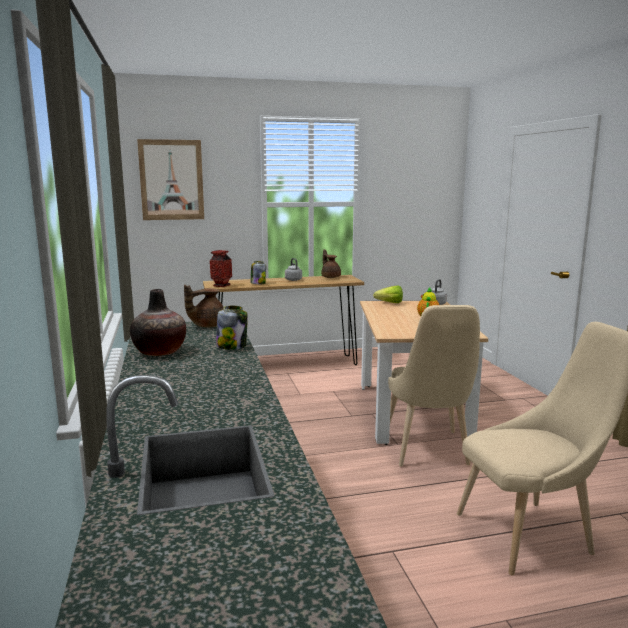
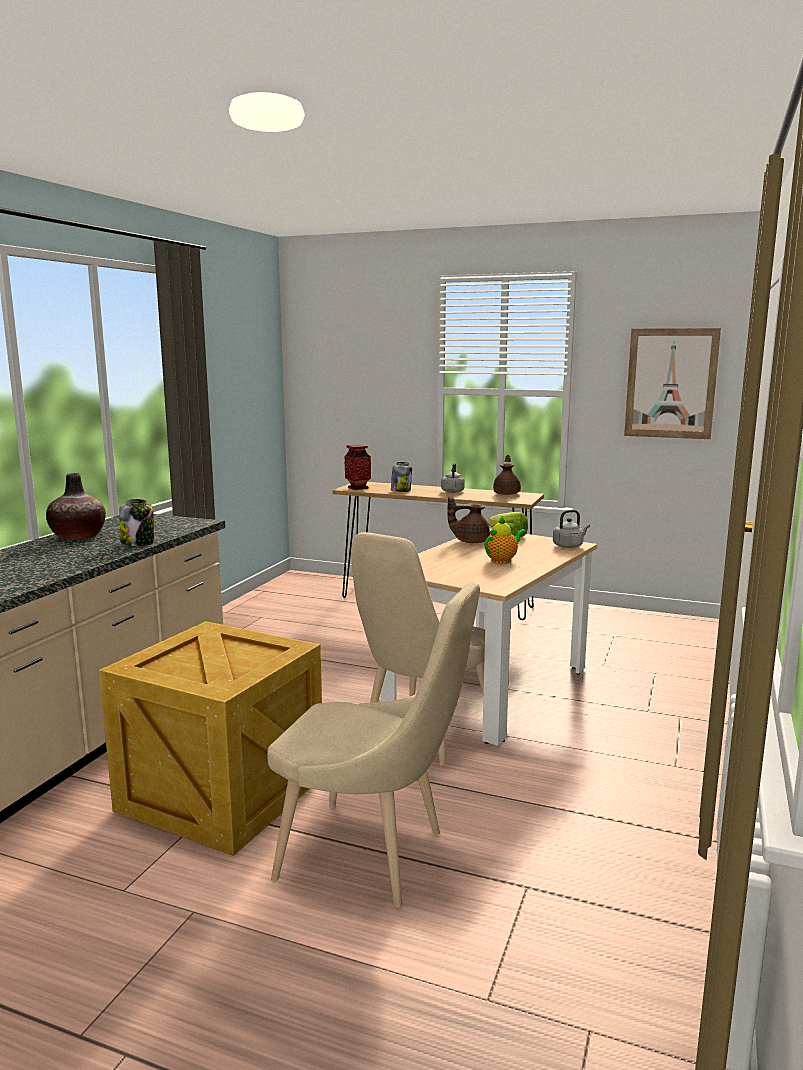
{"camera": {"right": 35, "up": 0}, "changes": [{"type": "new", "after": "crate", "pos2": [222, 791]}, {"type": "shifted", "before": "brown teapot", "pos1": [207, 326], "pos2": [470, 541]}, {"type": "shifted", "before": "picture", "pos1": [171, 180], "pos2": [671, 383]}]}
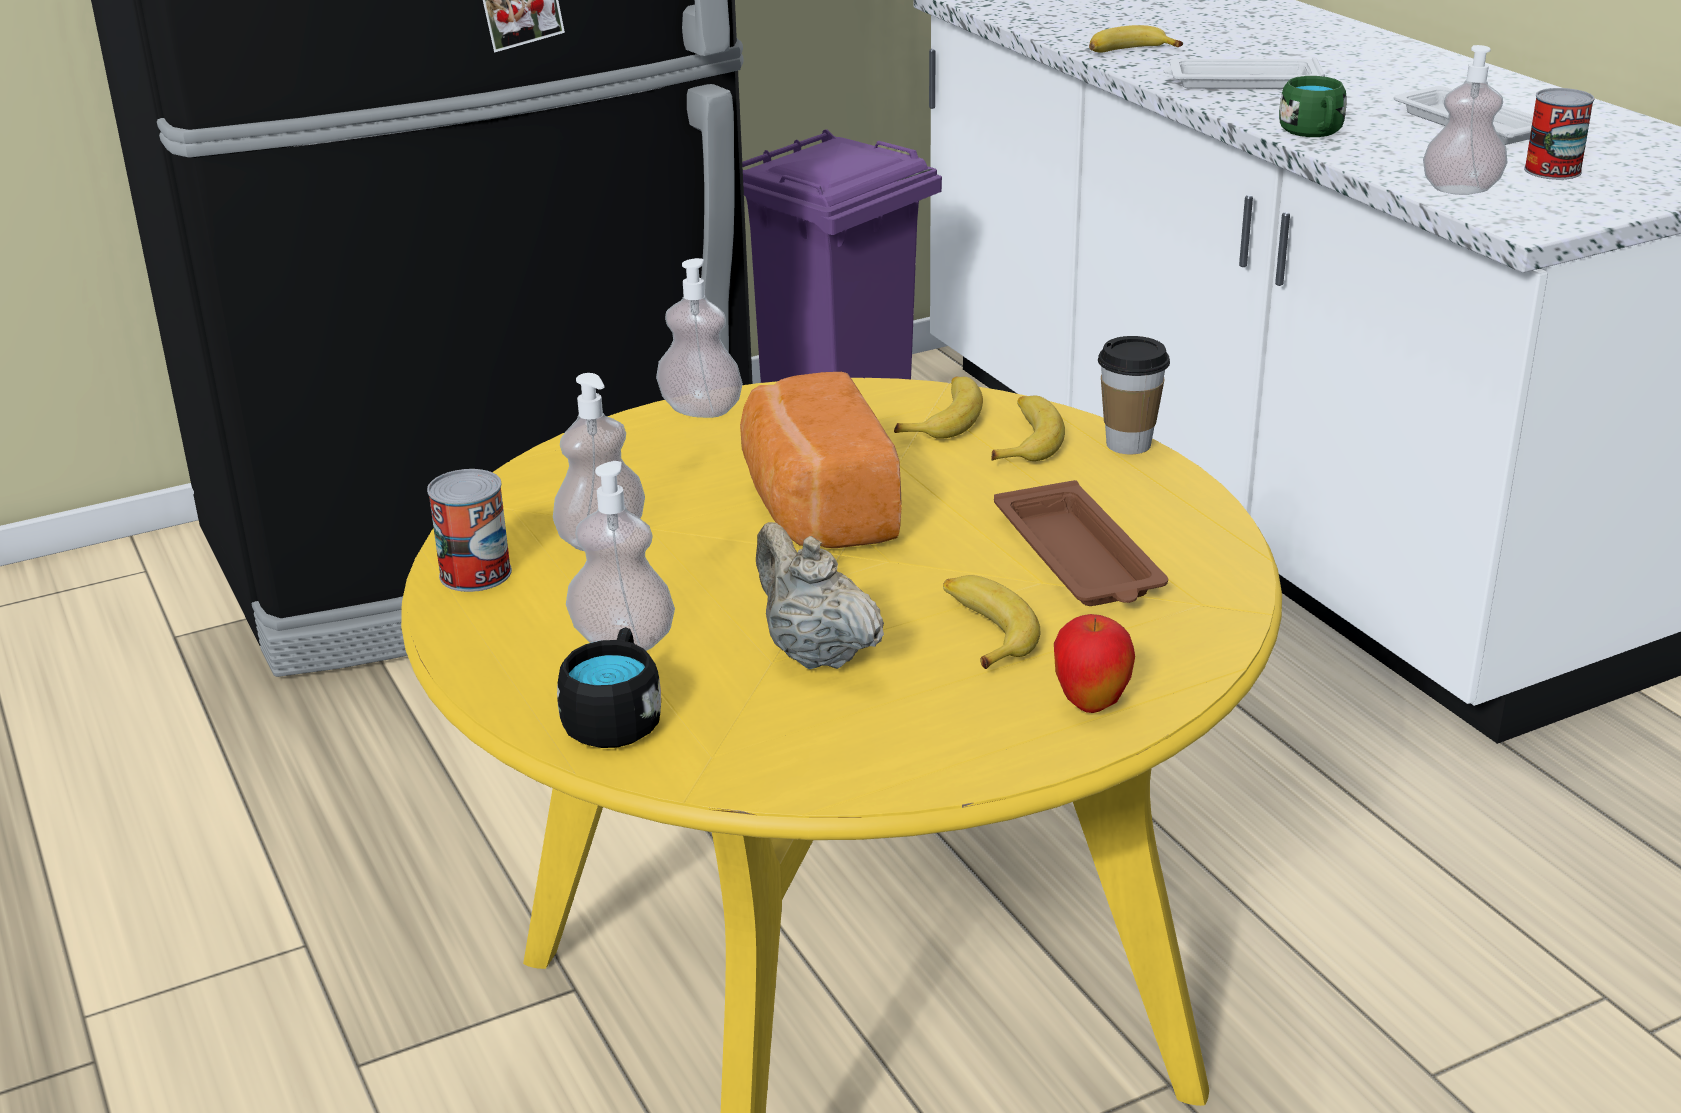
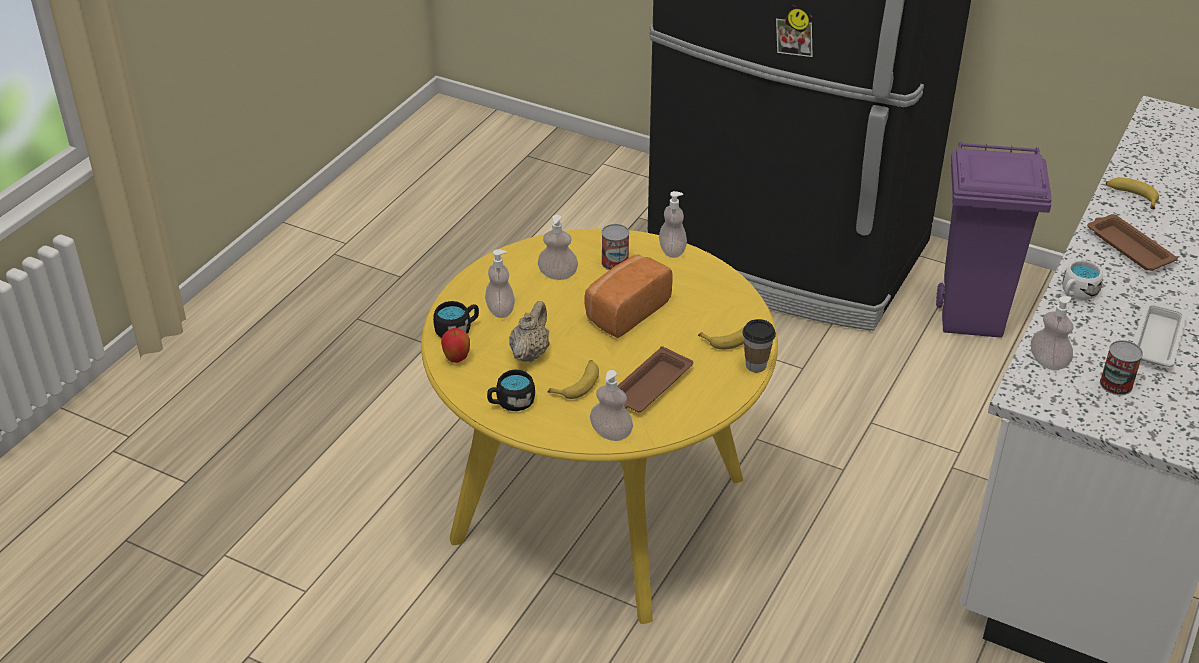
{"camera": {"right": 55, "up": 10}, "changes": [{"type": "shifted", "before": "apple", "pos1": [1091, 704], "pos2": [457, 359]}, {"type": "new", "after": "black mug", "pos2": [511, 403]}, {"type": "new", "after": "soap dispenser", "pos2": [611, 433]}, {"type": "shifted", "before": "can", "pos1": [475, 573], "pos2": [615, 263]}, {"type": "repainted", "before": "green mug", "after": "white mug", "pos1": [1313, 133], "pos2": [1076, 293]}, {"type": "repainted", "before": "white tray", "after": "brown tray", "pos1": [1241, 82], "pos2": [1128, 247]}, {"type": "gone", "before": "banana", "pos1": [944, 418]}]}
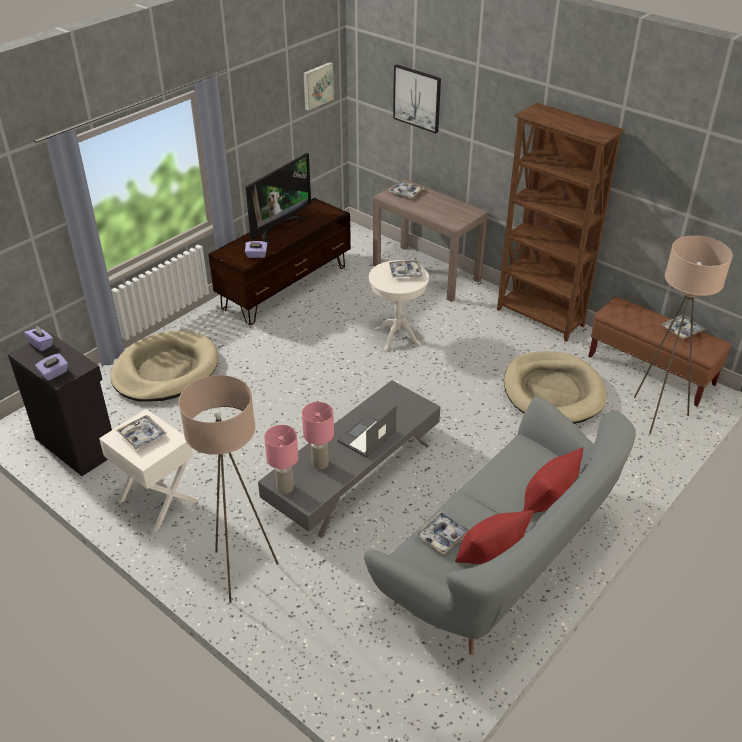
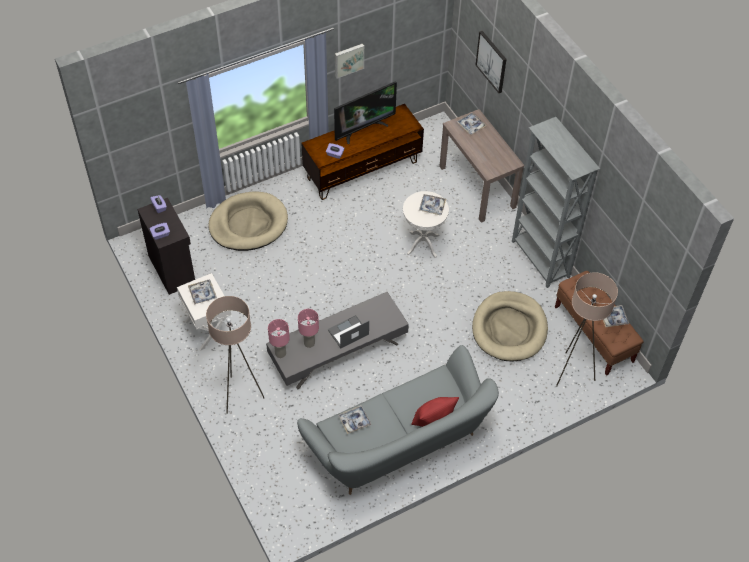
{"camera": {"right": 20, "up": 15}, "changes": [{"type": "shifted", "before": "picture", "pos1": [317, 85], "pos2": [348, 60]}, {"type": "repainted", "before": "brown bookcase", "after": "grey bookcase", "pos1": [540, 318], "pos2": [540, 260]}, {"type": "gone", "before": "red pillow", "pos1": [489, 556]}]}
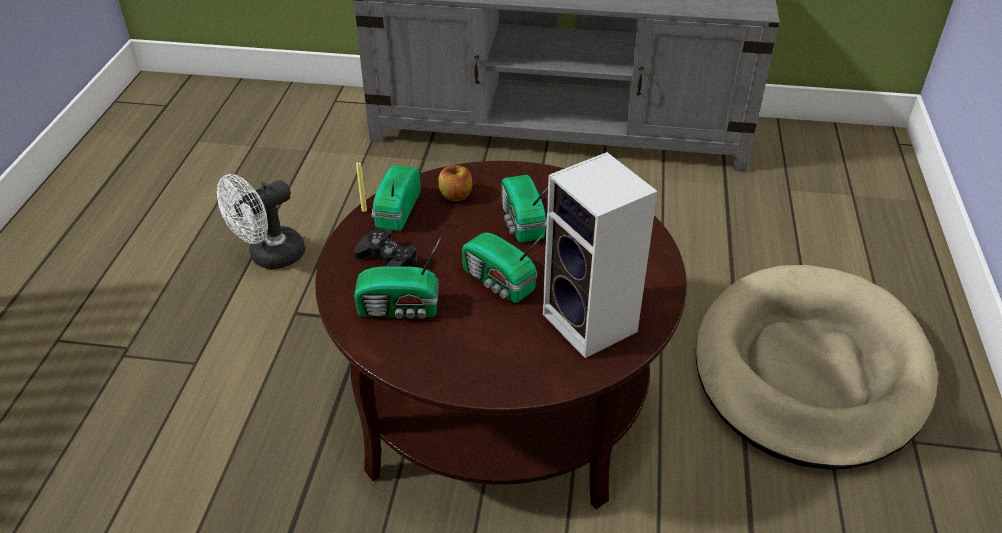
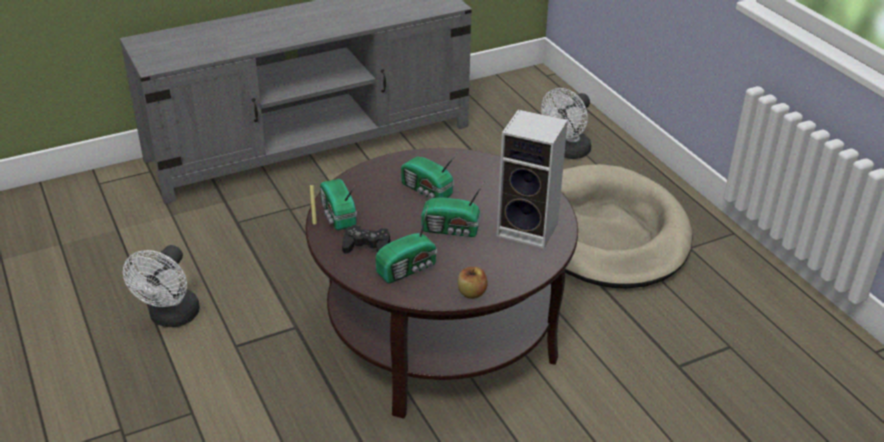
{"camera": {"right": -35, "up": -5}, "changes": [{"type": "shifted", "before": "apple", "pos1": [456, 195], "pos2": [472, 293]}, {"type": "new", "after": "white fan", "pos2": [567, 152]}]}
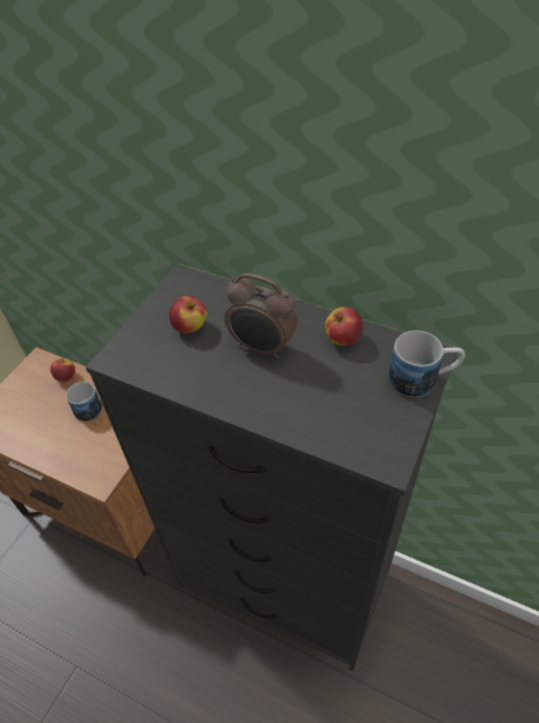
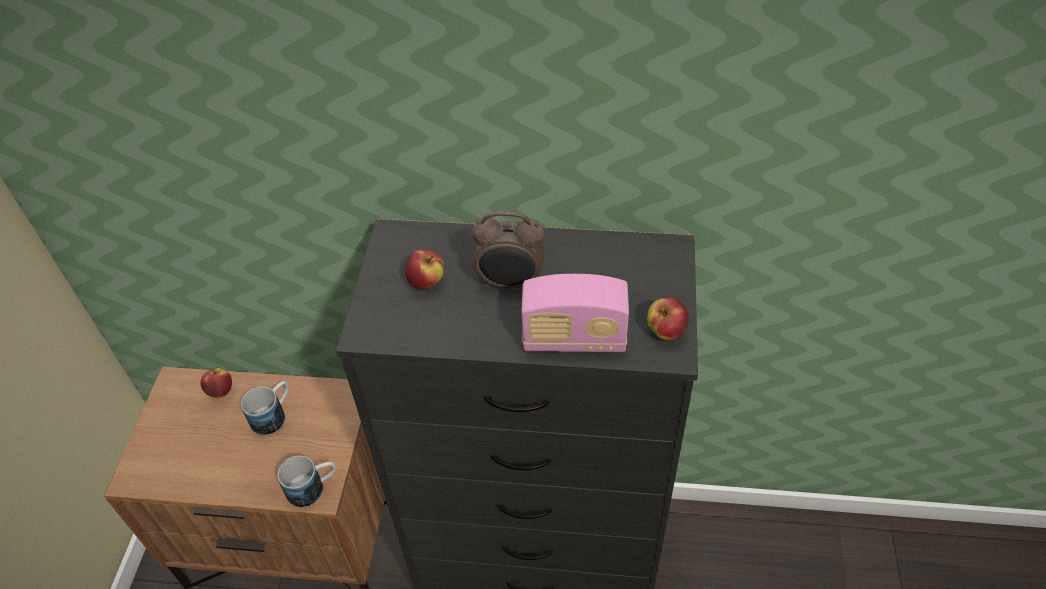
{"camera": {"right": -20, "up": 0}, "changes": [{"type": "shifted", "before": "mug", "pos1": [422, 379], "pos2": [313, 488]}, {"type": "new", "after": "radio", "pos2": [574, 339]}, {"type": "shifted", "before": "apple", "pos1": [343, 339], "pos2": [666, 331]}]}
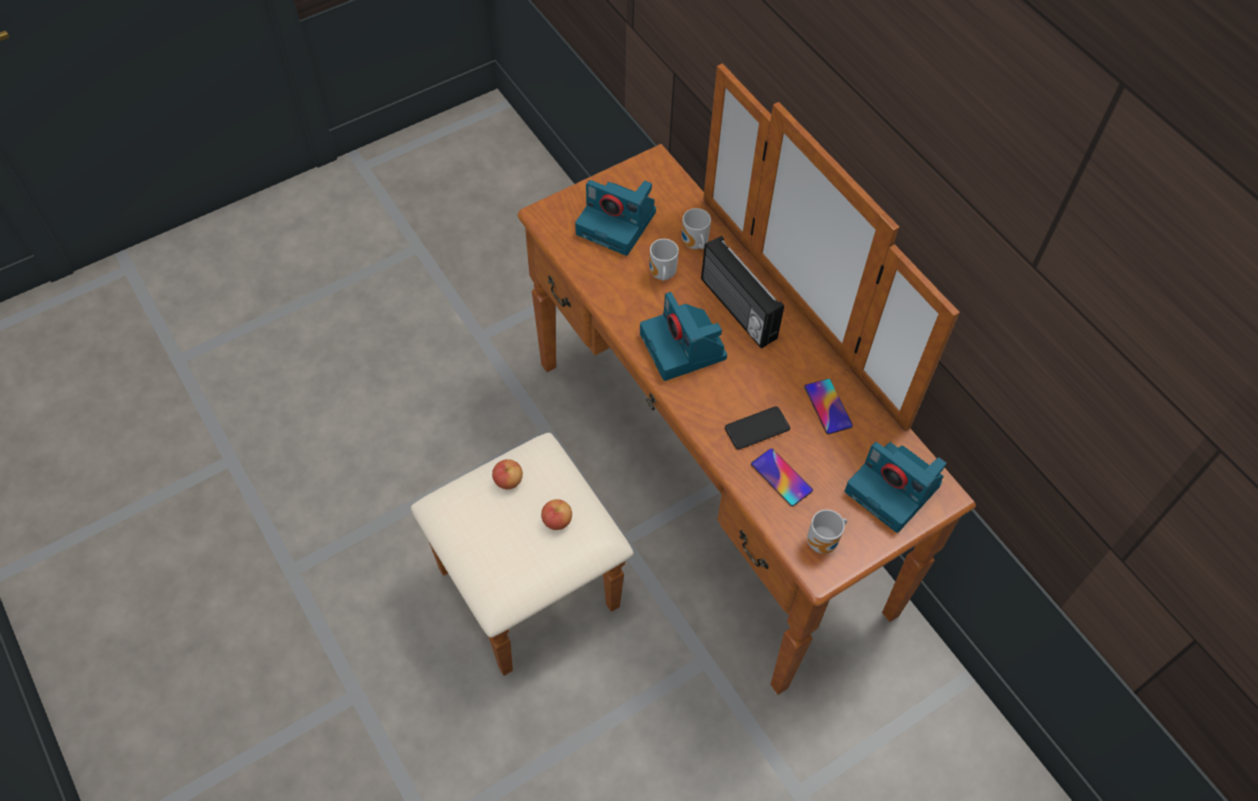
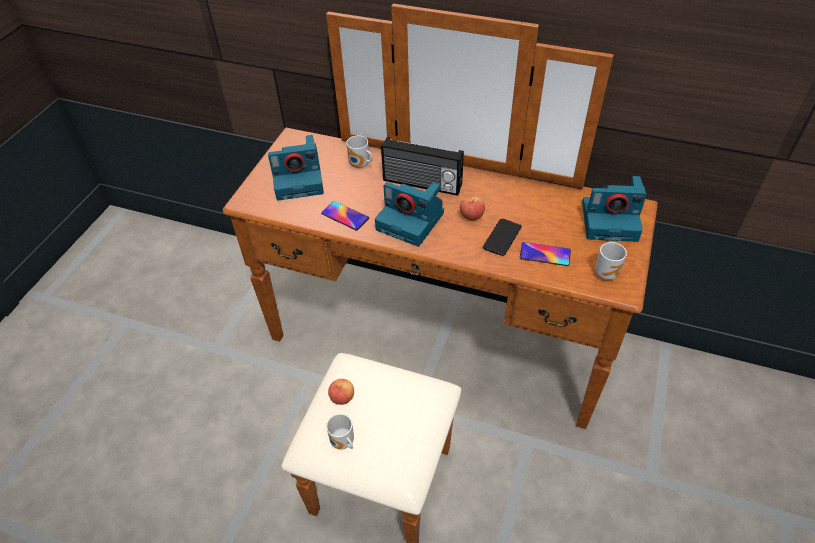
{"camera": {"right": -35, "up": -10}, "changes": [{"type": "shifted", "before": "phone", "pos1": [828, 406], "pos2": [345, 216]}, {"type": "shifted", "before": "mug", "pos1": [661, 275], "pos2": [342, 443]}, {"type": "shifted", "before": "apple", "pos1": [557, 520], "pos2": [471, 216]}]}
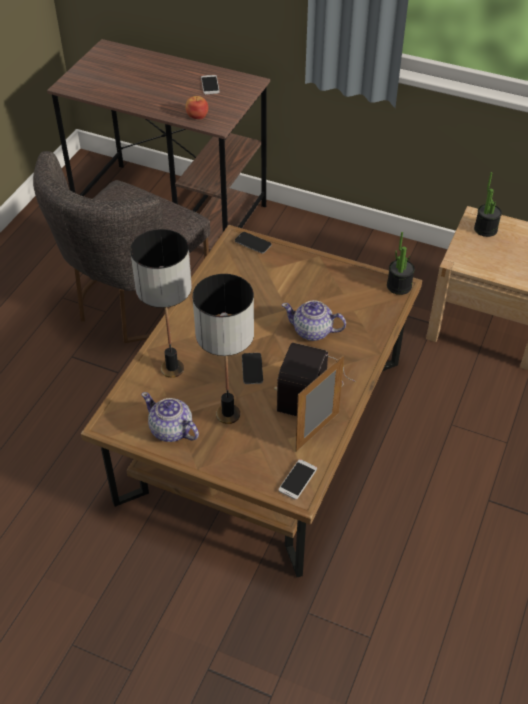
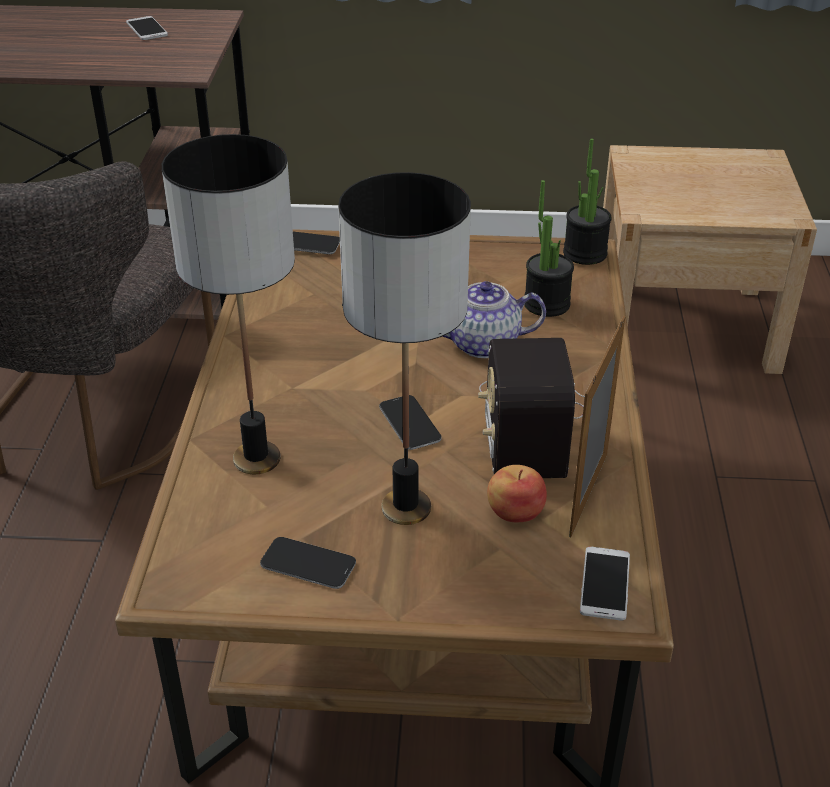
{"camera": {"right": -20, "up": -10}, "changes": [{"type": "swapped", "before": "teapot", "after": "phone", "pos1": [171, 430], "pos2": [308, 564]}, {"type": "shifted", "before": "apple", "pos1": [197, 115], "pos2": [515, 511]}, {"type": "shifted", "before": "potted plant", "pos1": [485, 229], "pos2": [546, 304]}]}
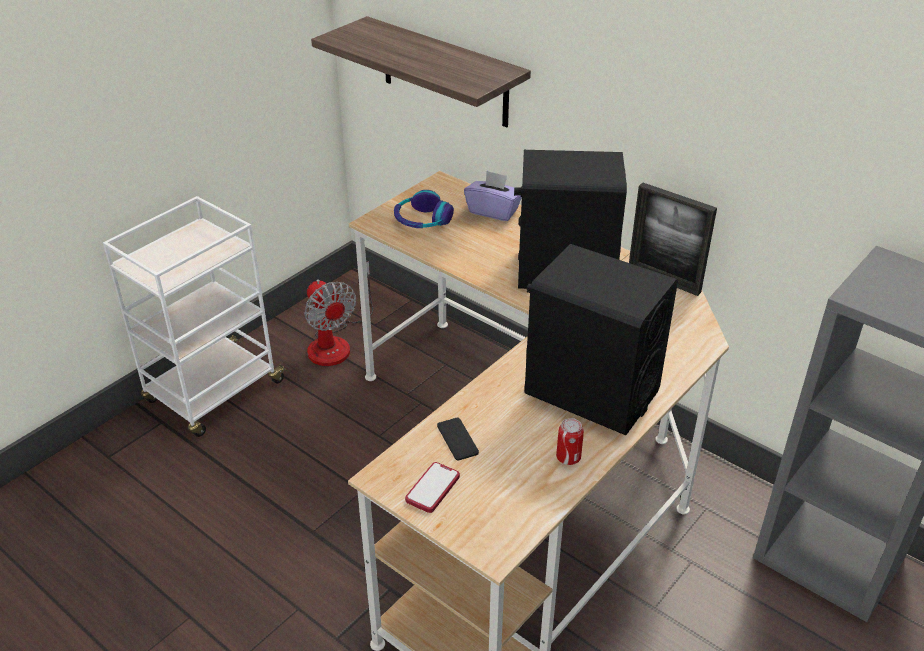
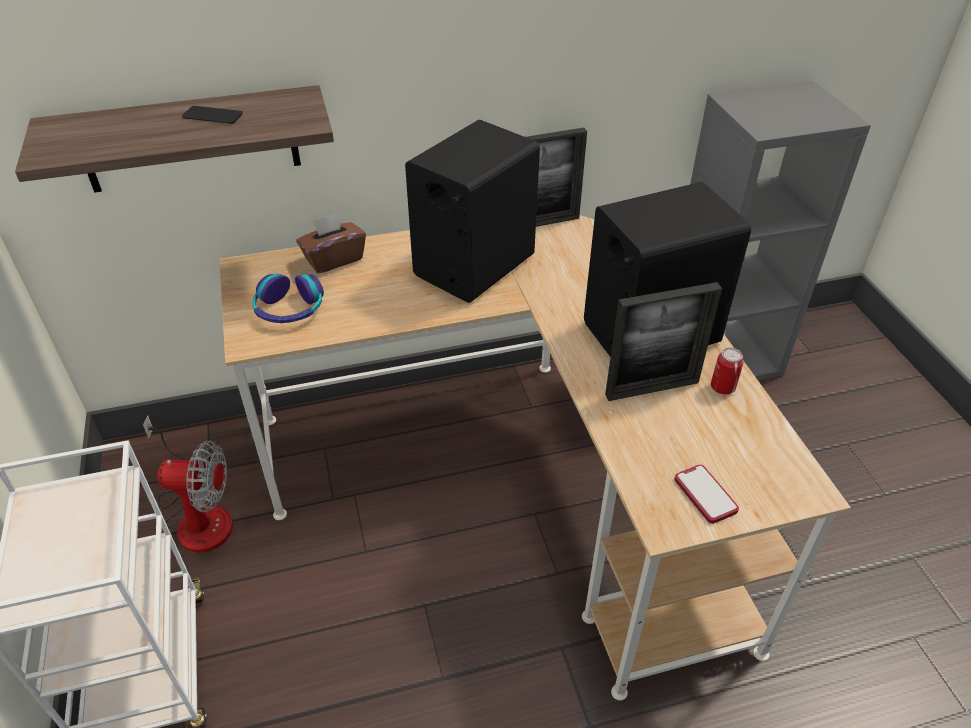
{"camera": {"right": -55, "up": 5}, "changes": [{"type": "shifted", "before": "phone", "pos1": [457, 439], "pos2": [212, 116]}, {"type": "repainted", "before": "purple tissue box", "after": "brown tissue box", "pos1": [493, 211], "pos2": [334, 259]}, {"type": "new", "after": "picture frame", "pos2": [652, 388]}]}
